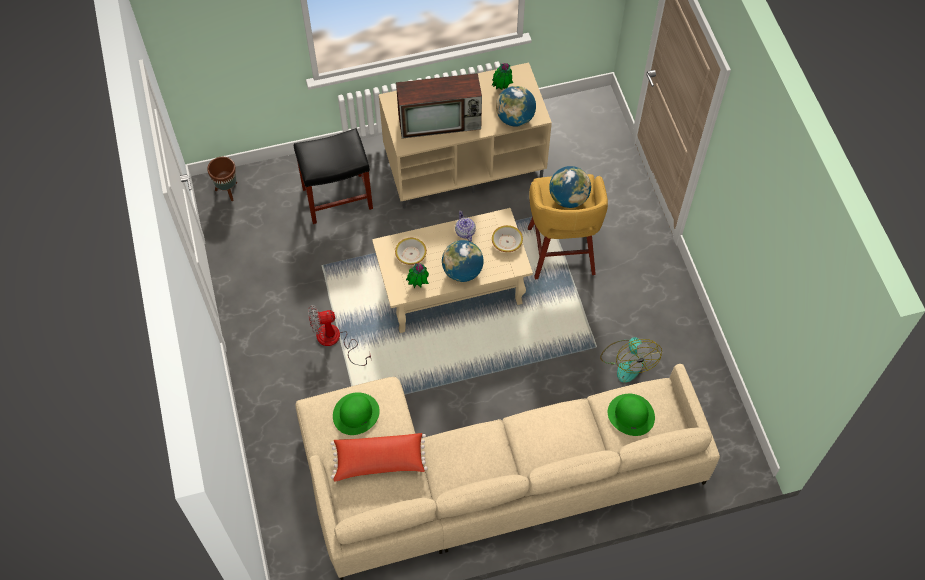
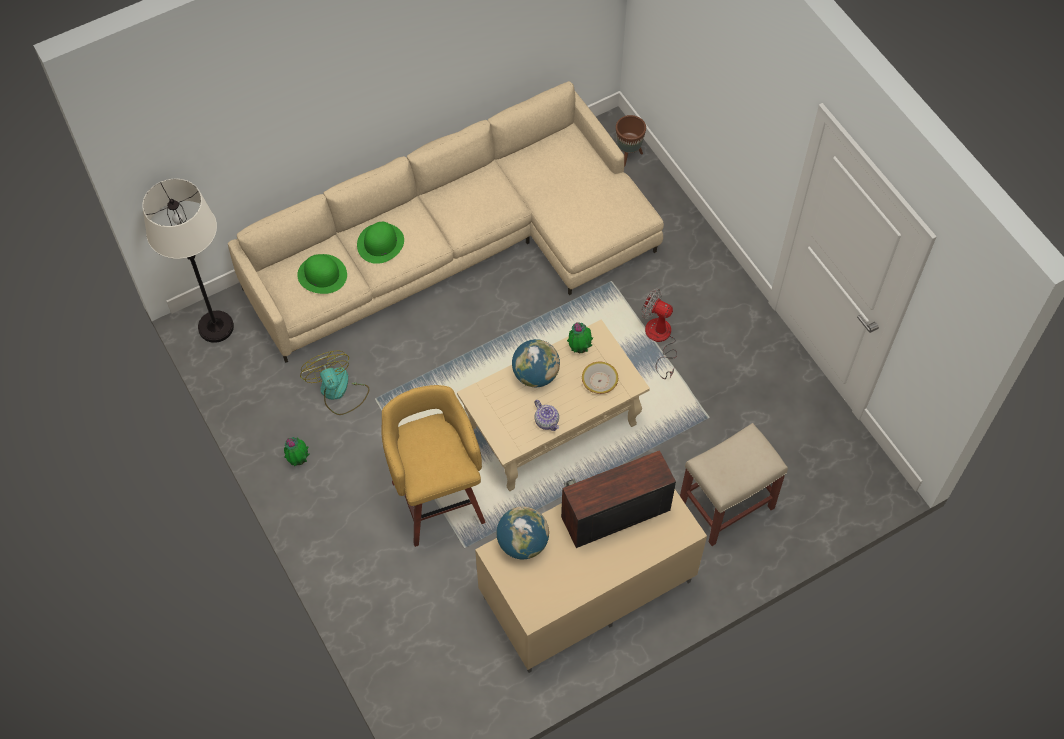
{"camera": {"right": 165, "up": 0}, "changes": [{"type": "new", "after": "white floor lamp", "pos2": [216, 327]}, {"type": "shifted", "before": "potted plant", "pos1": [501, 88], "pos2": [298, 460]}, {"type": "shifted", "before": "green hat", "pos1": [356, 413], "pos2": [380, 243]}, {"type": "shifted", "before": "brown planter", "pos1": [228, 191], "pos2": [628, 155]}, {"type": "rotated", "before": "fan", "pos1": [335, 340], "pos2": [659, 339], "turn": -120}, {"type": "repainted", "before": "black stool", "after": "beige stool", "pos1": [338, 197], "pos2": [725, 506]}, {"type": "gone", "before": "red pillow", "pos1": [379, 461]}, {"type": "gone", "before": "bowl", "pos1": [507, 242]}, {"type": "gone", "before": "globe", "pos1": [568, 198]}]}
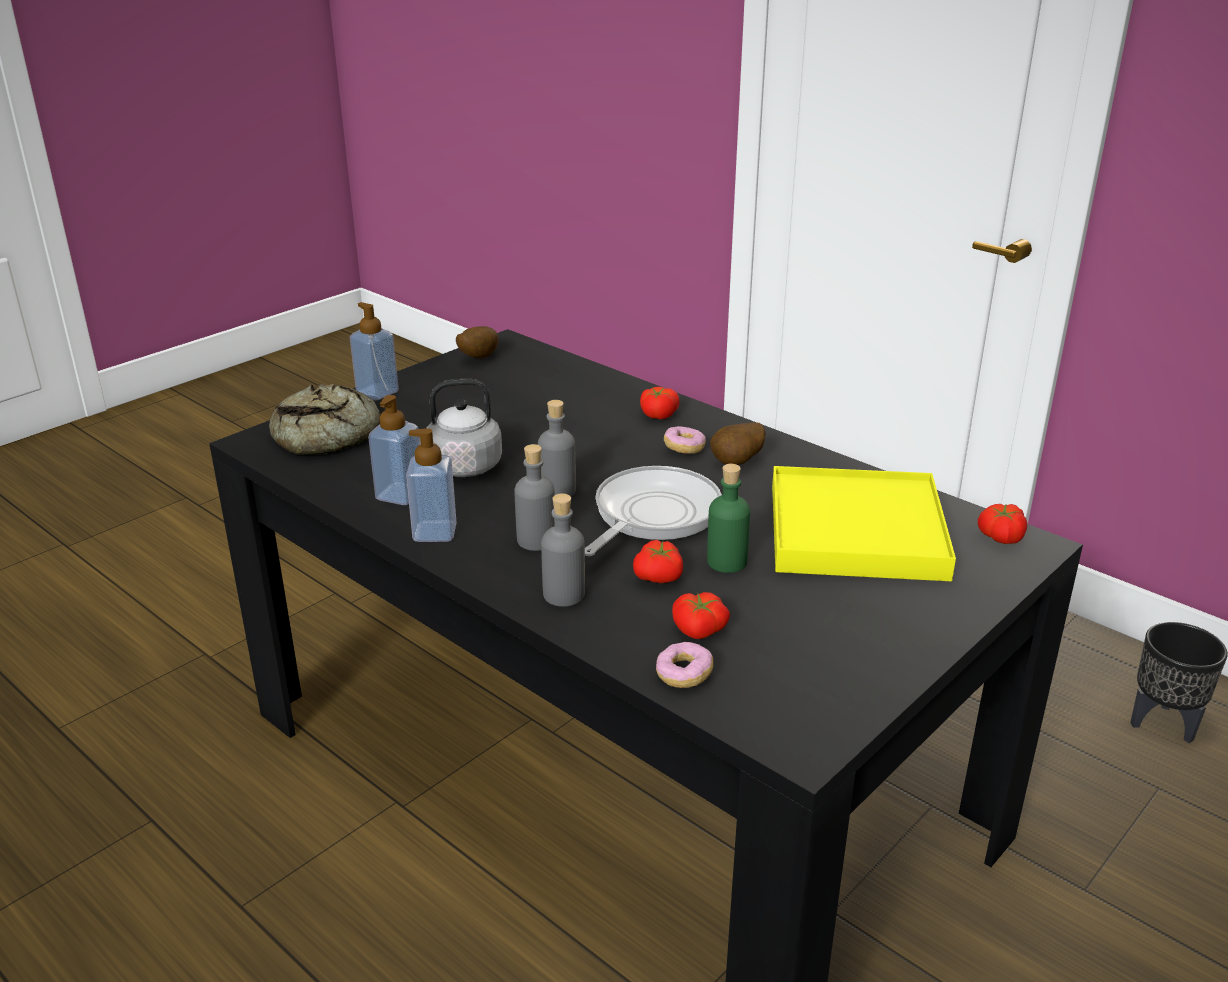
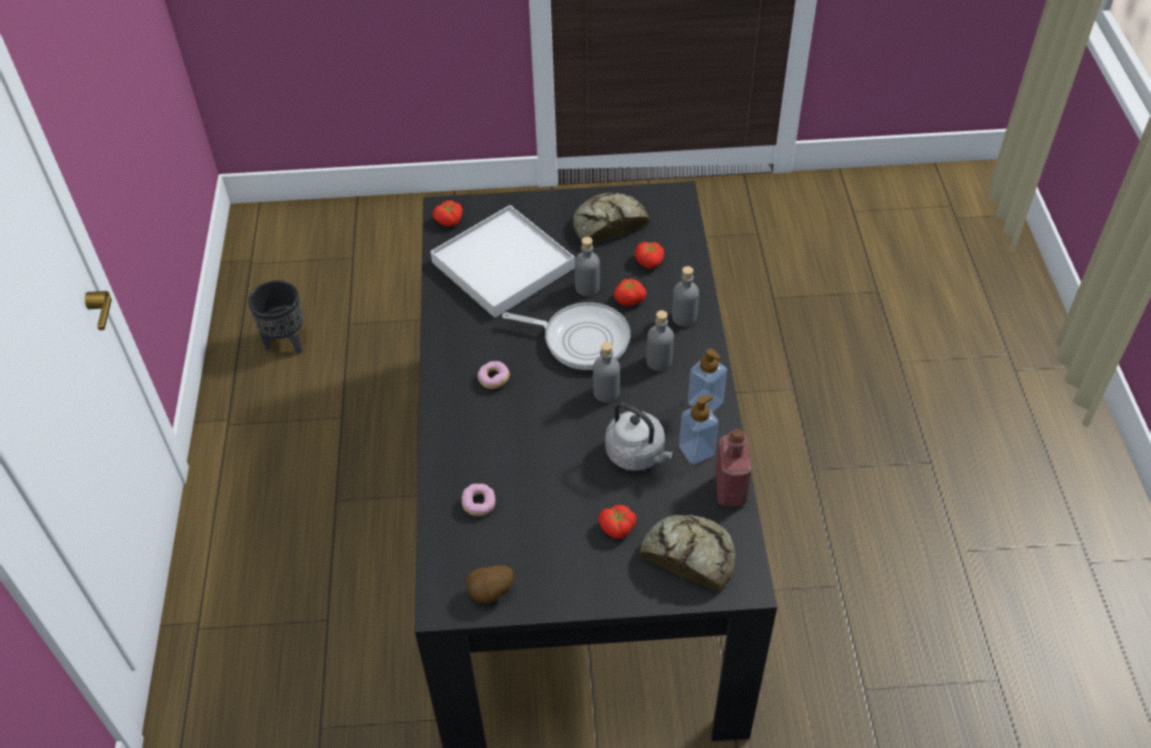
{"camera": {"right": -135, "up": 20}, "changes": [{"type": "repainted", "before": "yellow tray", "after": "white tray", "pos1": [856, 531], "pos2": [502, 265]}, {"type": "shifted", "before": "donut", "pos1": [684, 675], "pos2": [479, 504]}, {"type": "rotated", "before": "frying pan", "pos1": [652, 515], "pos2": [581, 339], "turn": -150}, {"type": "new", "after": "bread", "pos2": [607, 224]}, {"type": "repainted", "before": "green bottle", "after": "grey bottle", "pos1": [726, 562], "pos2": [587, 287]}, {"type": "shifted", "before": "tomato", "pos1": [657, 415], "pos2": [617, 528]}, {"type": "new", "after": "red bottle", "pos2": [730, 489]}, {"type": "gone", "before": "soap dispenser", "pos1": [377, 392]}, {"type": "gone", "before": "potato", "pos1": [737, 463]}]}
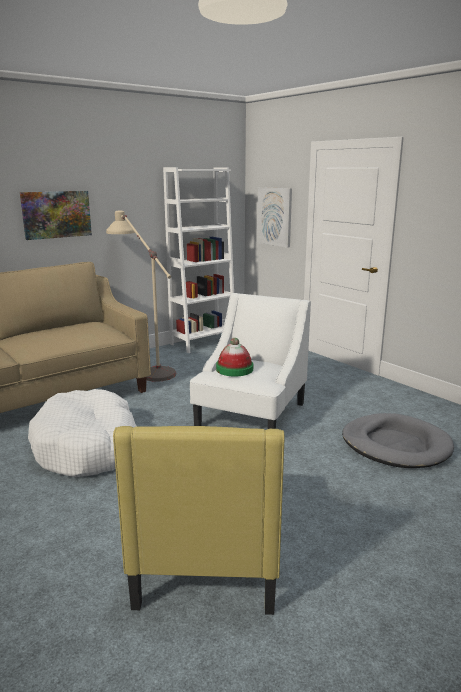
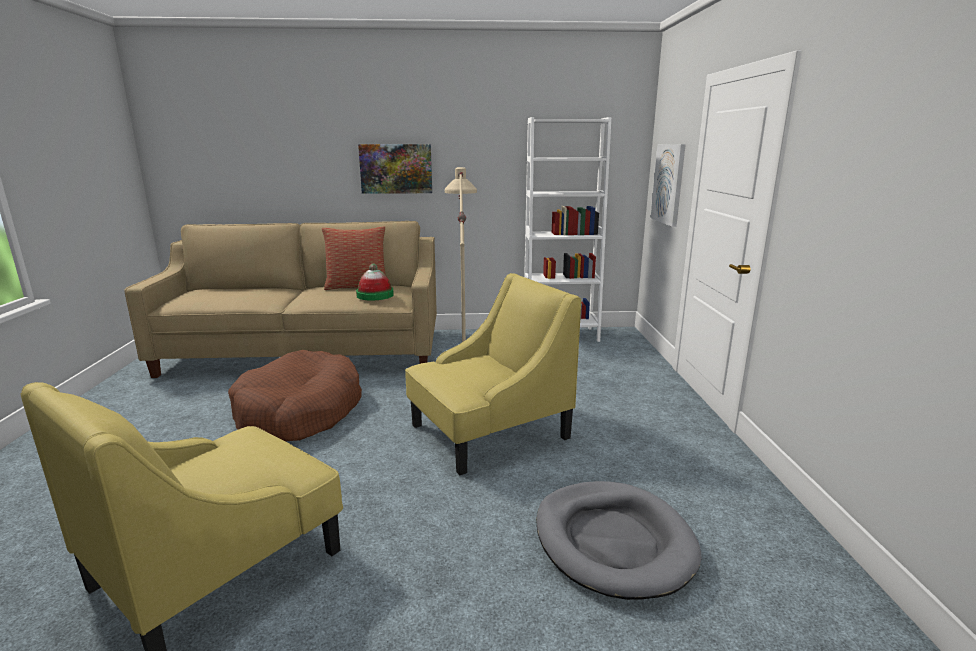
{"camera": {"right": 35, "up": 0}, "changes": [{"type": "repainted", "before": "white dog bed", "after": "brown dog bed", "pos1": [88, 447], "pos2": [299, 412]}, {"type": "new", "after": "pillow", "pos2": [357, 286]}, {"type": "shifted", "before": "hat", "pos1": [234, 369], "pos2": [375, 295]}, {"type": "repainted", "before": "white armchair", "after": "yellow armchair", "pos1": [251, 415], "pos2": [489, 432]}]}
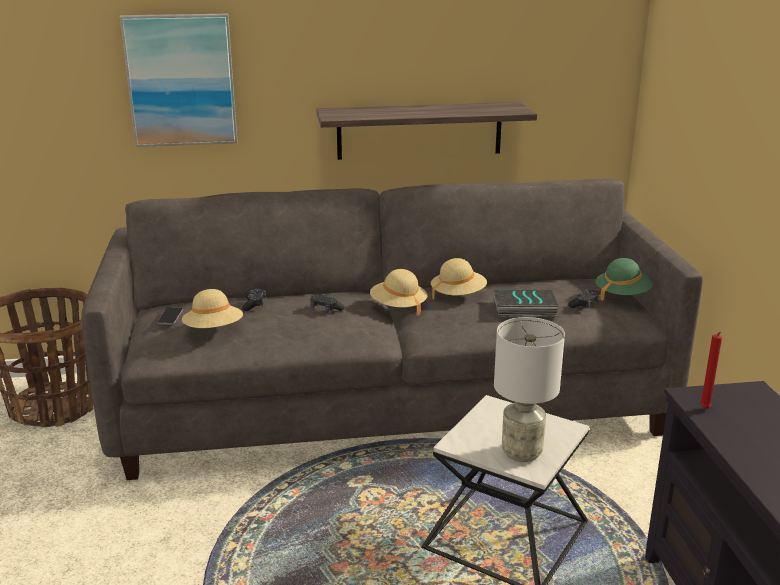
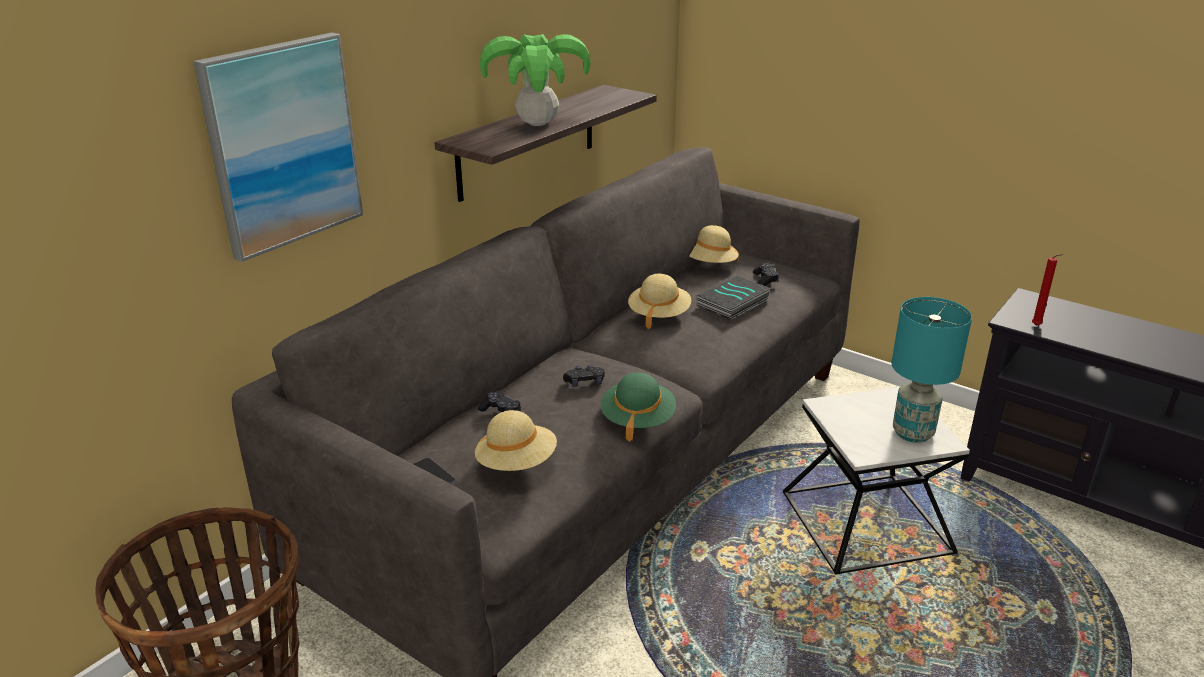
{"camera": {"right": -45, "up": 5}, "changes": [{"type": "new", "after": "potted plant", "pos2": [537, 123]}, {"type": "shifted", "before": "green hat", "pos1": [622, 295], "pos2": [637, 420]}, {"type": "shifted", "before": "beige hat", "pos1": [398, 307], "pos2": [709, 264]}, {"type": "repainted", "before": "grey table lamp", "after": "turquoise table lamp", "pos1": [521, 453], "pos2": [913, 433]}]}
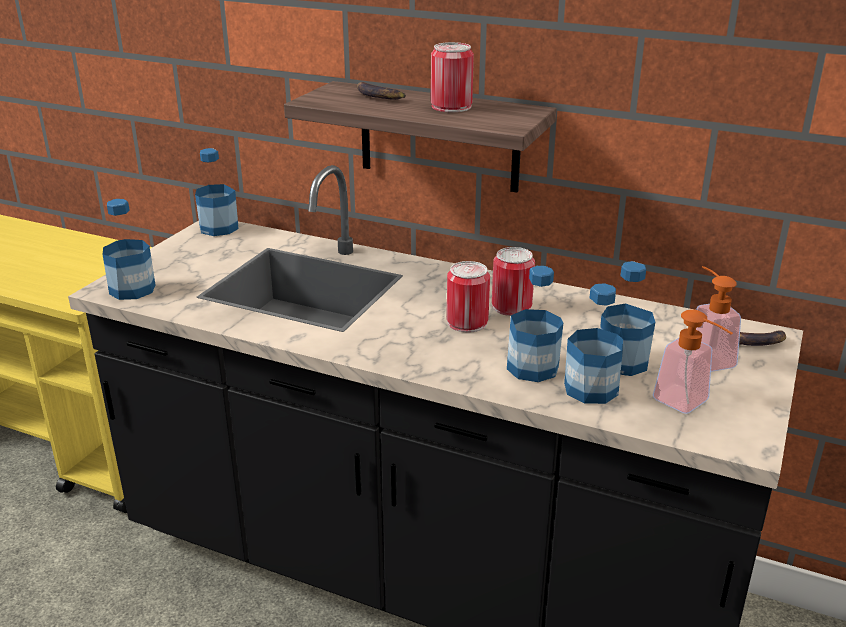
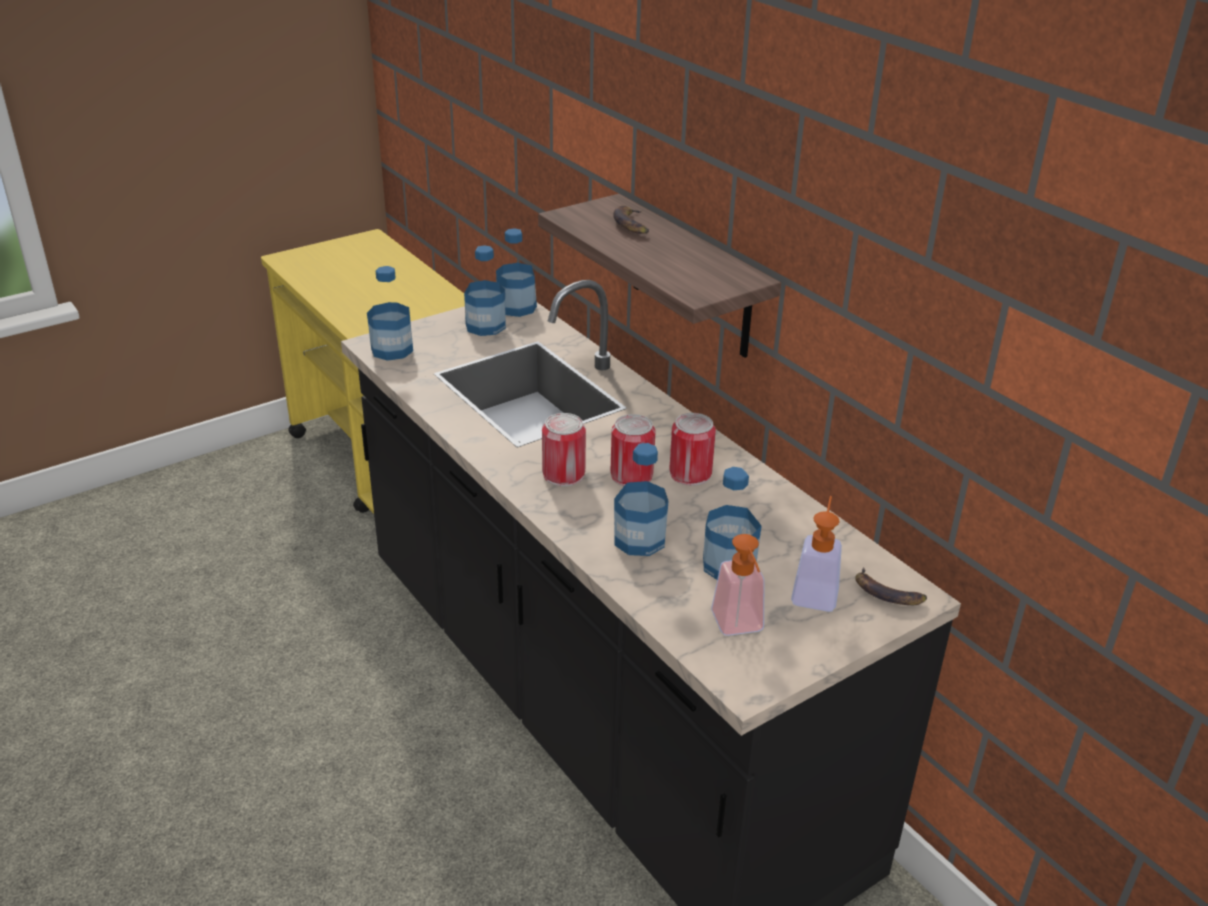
{"camera": {"right": 30, "up": 5}, "changes": [{"type": "shifted", "before": "bottle", "pos1": [591, 389], "pos2": [485, 326]}, {"type": "shifted", "before": "can", "pos1": [451, 106], "pos2": [563, 474]}]}
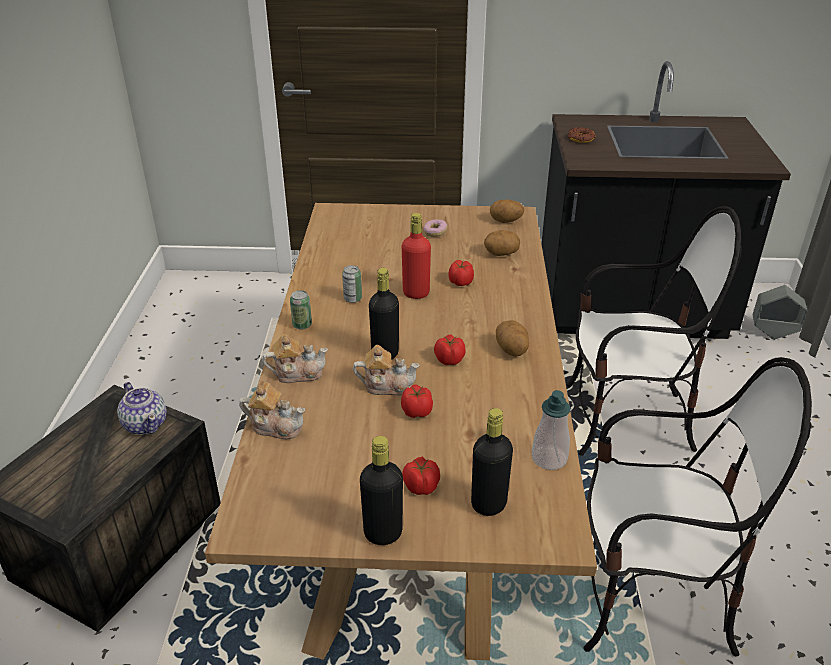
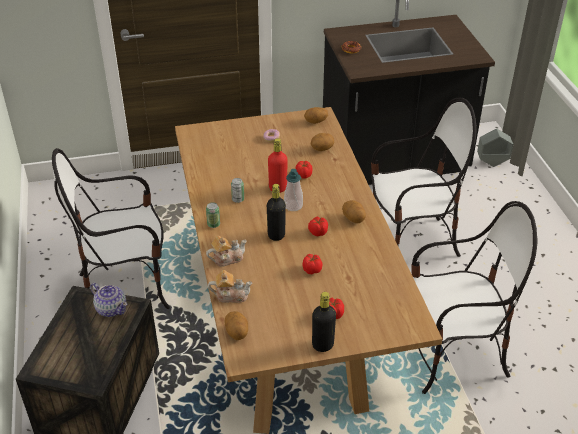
{"camera": {"right": -15, "up": 5}, "changes": [{"type": "new", "after": "chair", "pos2": [126, 287]}, {"type": "new", "after": "potato", "pos2": [237, 333]}, {"type": "shifted", "before": "soap dispenser", "pos1": [549, 458], "pos2": [293, 206]}, {"type": "gone", "before": "teapot", "pos1": [387, 385]}, {"type": "gone", "before": "black bottle", "pos1": [488, 504]}]}
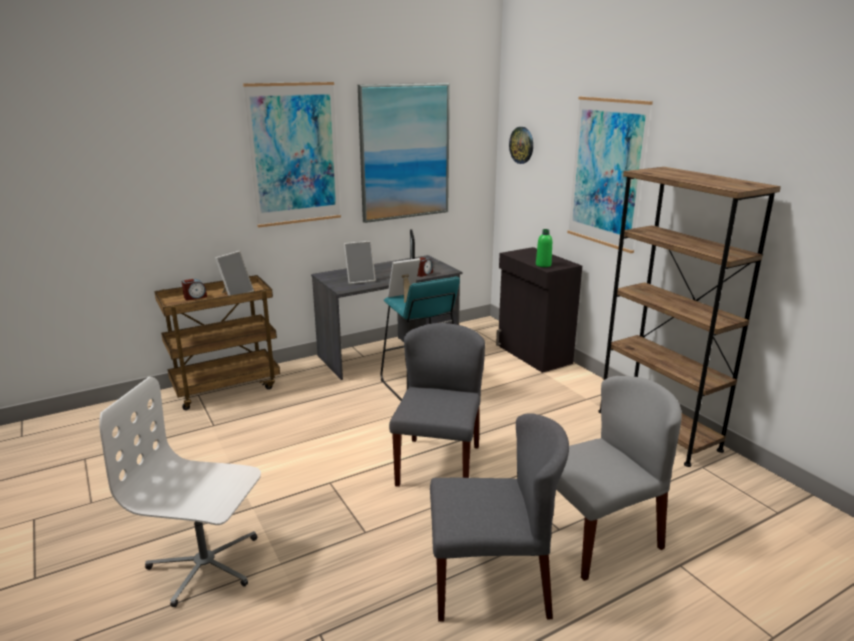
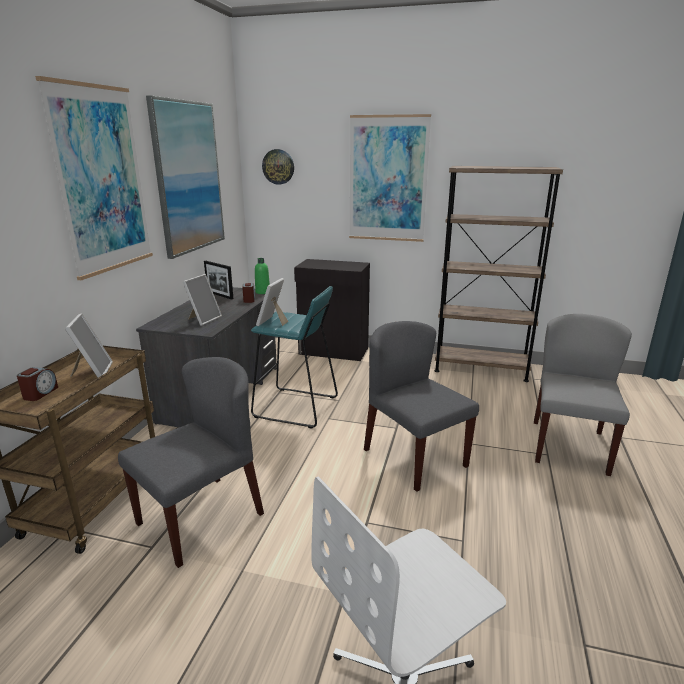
{"camera": {"right": -45, "up": 0}, "changes": [{"type": "shifted", "before": "grey chair", "pos1": [490, 583], "pos2": [201, 518]}, {"type": "shifted", "before": "green bottle", "pos1": [543, 265], "pos2": [262, 292]}]}
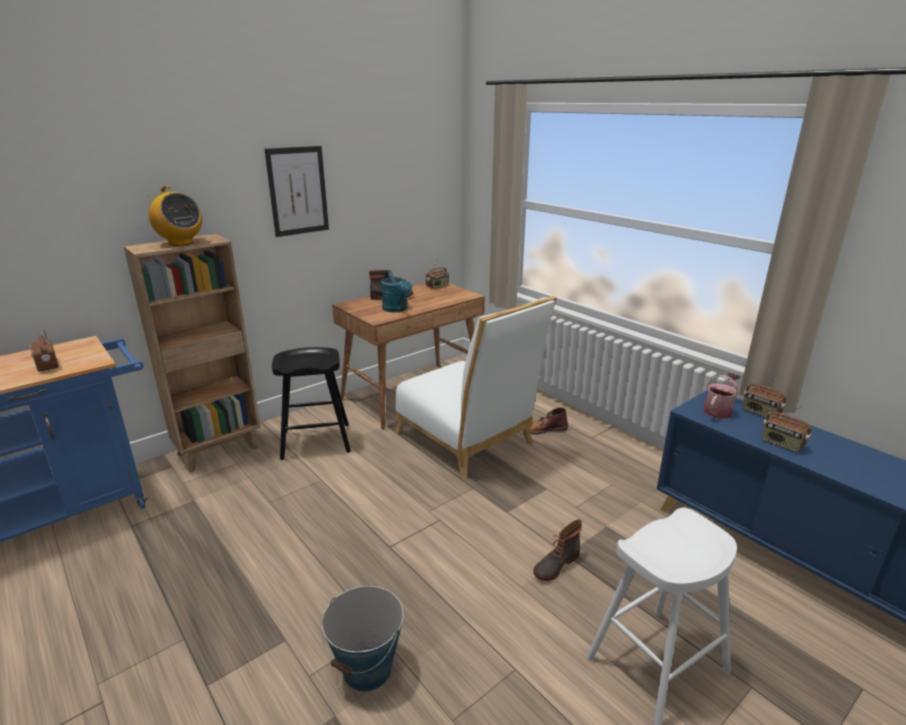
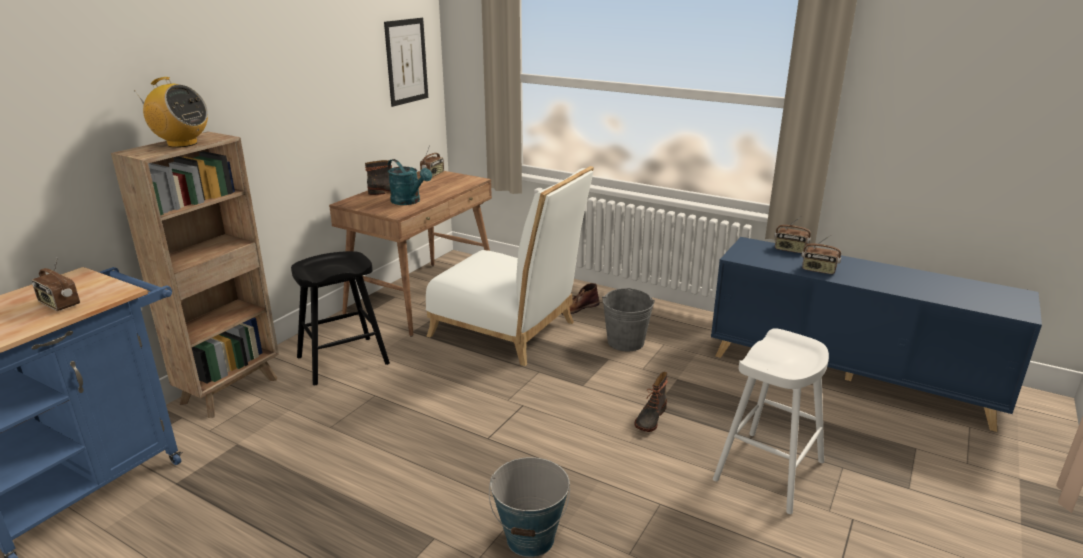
{"camera": {"right": -20, "up": 0}, "changes": [{"type": "shifted", "before": "picture", "pos1": [298, 191], "pos2": [406, 61]}, {"type": "new", "after": "grey bucket", "pos2": [625, 342]}, {"type": "gone", "before": "watering can", "pos1": [719, 410]}]}
